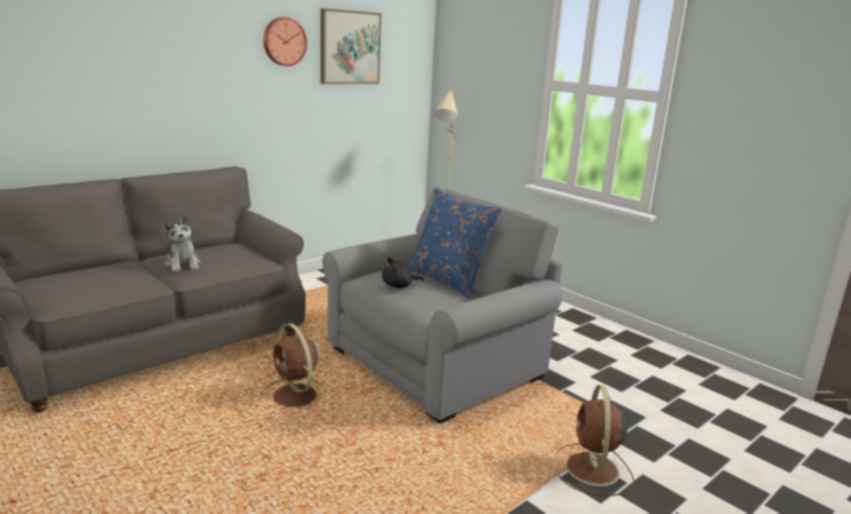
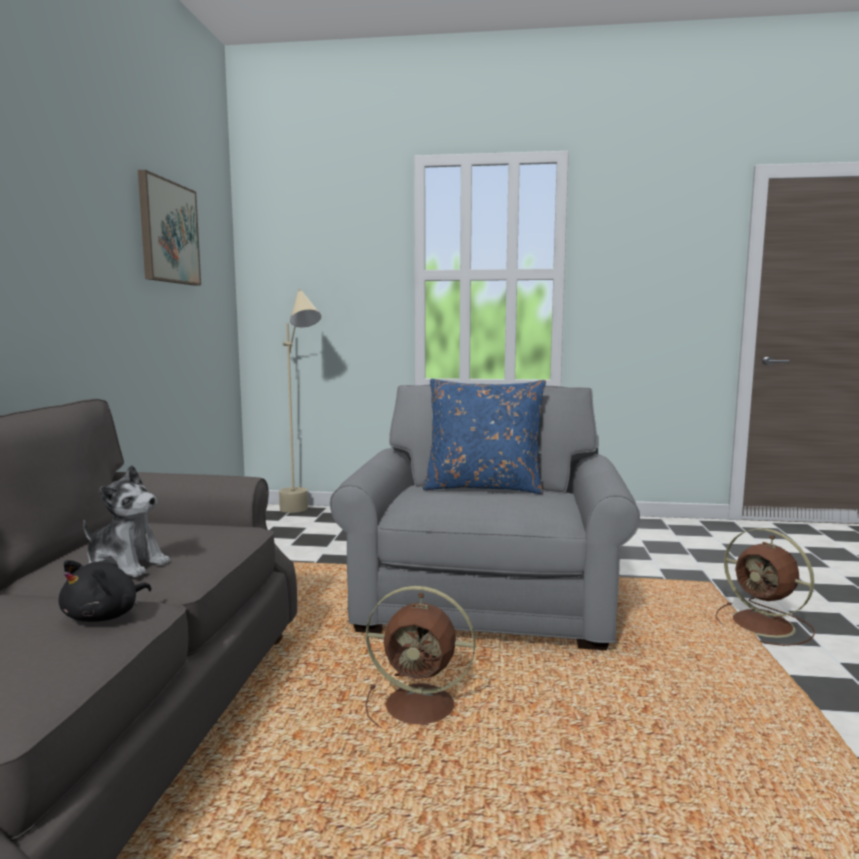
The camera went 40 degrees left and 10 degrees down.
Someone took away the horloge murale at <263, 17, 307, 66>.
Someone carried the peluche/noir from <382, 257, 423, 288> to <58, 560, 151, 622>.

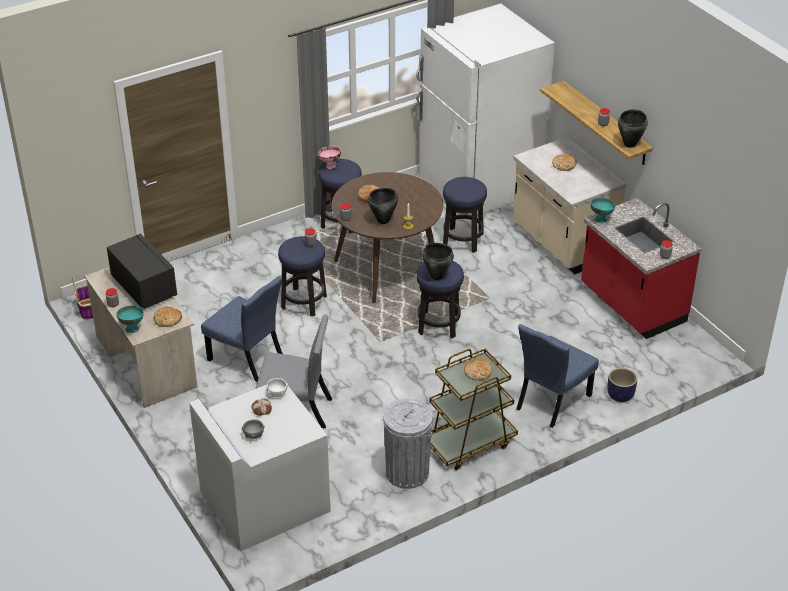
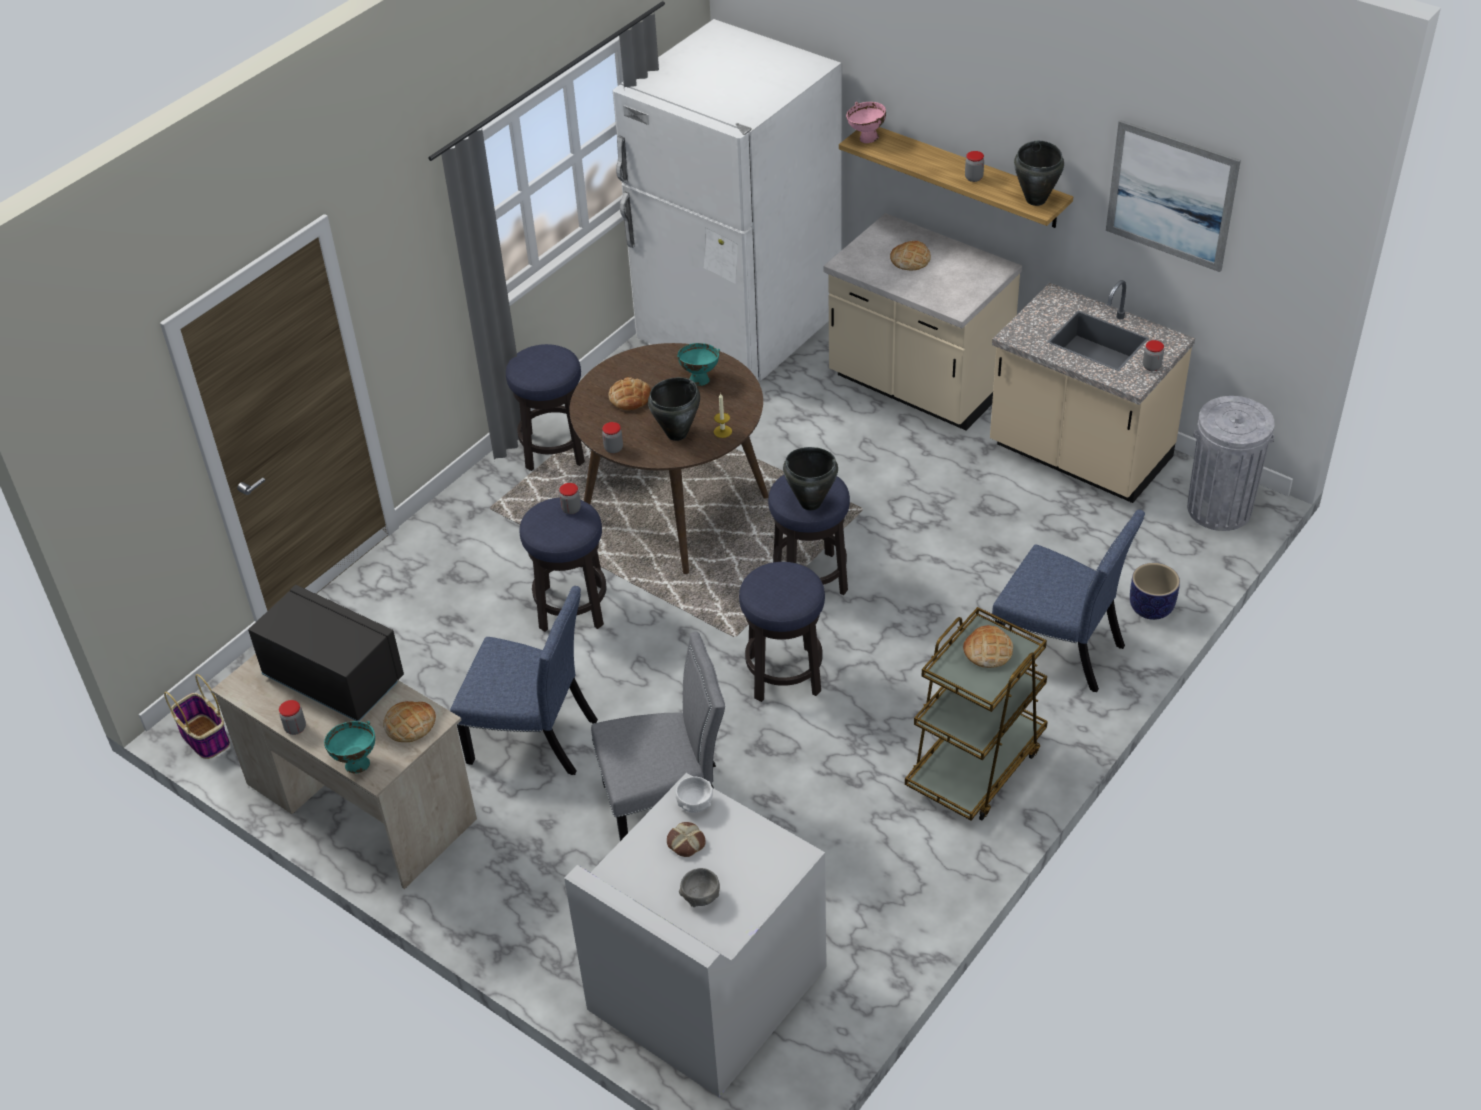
The camera went 20 degrees left and 5 degrees up.
Someone carried the bol/rose from <318, 144, 341, 169> to <846, 102, 886, 143>.
Someone carried the tabouret from <443, 177, 487, 253> to <739, 562, 825, 702>.
Someone repainted the comptoir de cuisine/rouge at <581, 198, 701, 339>, which became the comptoir de cuisine/beige at <990, 280, 1195, 503>.
Someone carried the bol/turquoise from <590, 198, 616, 223> to <677, 343, 720, 386>.
Someone rotated the chaise/bleu at <516, 324, 599, 428> by 75 degrees counterclockwise.
Someone carried the poubelle/gris from <383, 399, 433, 489> to <1187, 396, 1275, 531>.
Someone put up the tableau at <1106, 120, 1241, 272>.

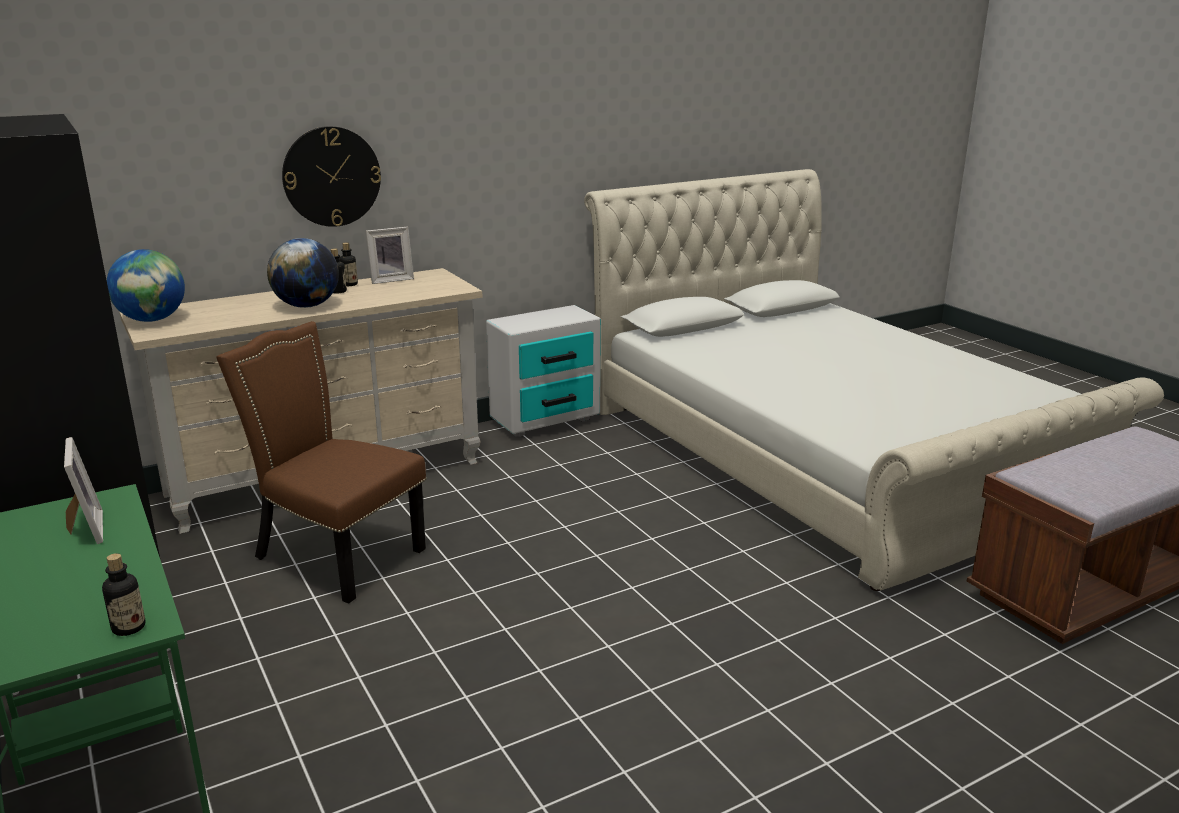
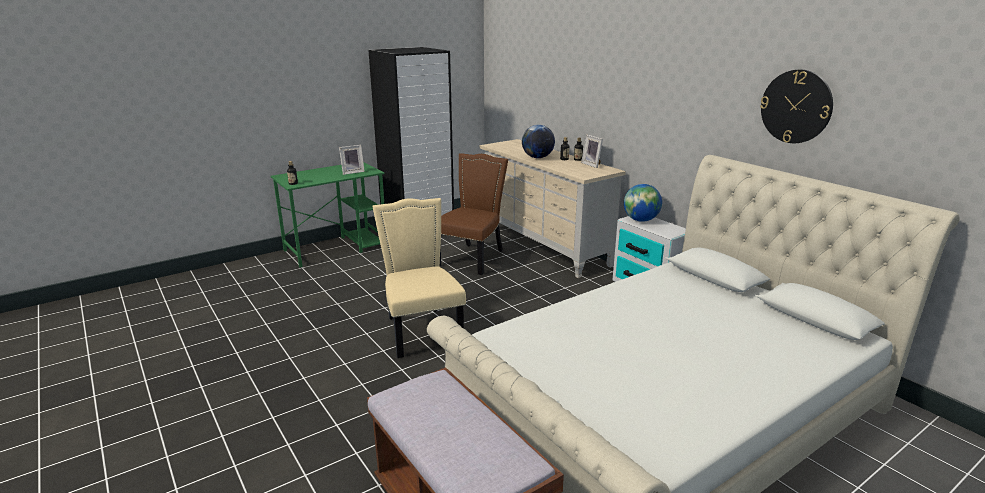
The camera went 85 degrees right and 0 degrees up.
Someone carried the horloge murale from <282, 126, 381, 227> to <760, 69, 833, 143>.
Someone carried the globe from <107, 249, 185, 322> to <624, 184, 662, 222>.
Someone put down the chaise/beige at <372, 198, 466, 358>.

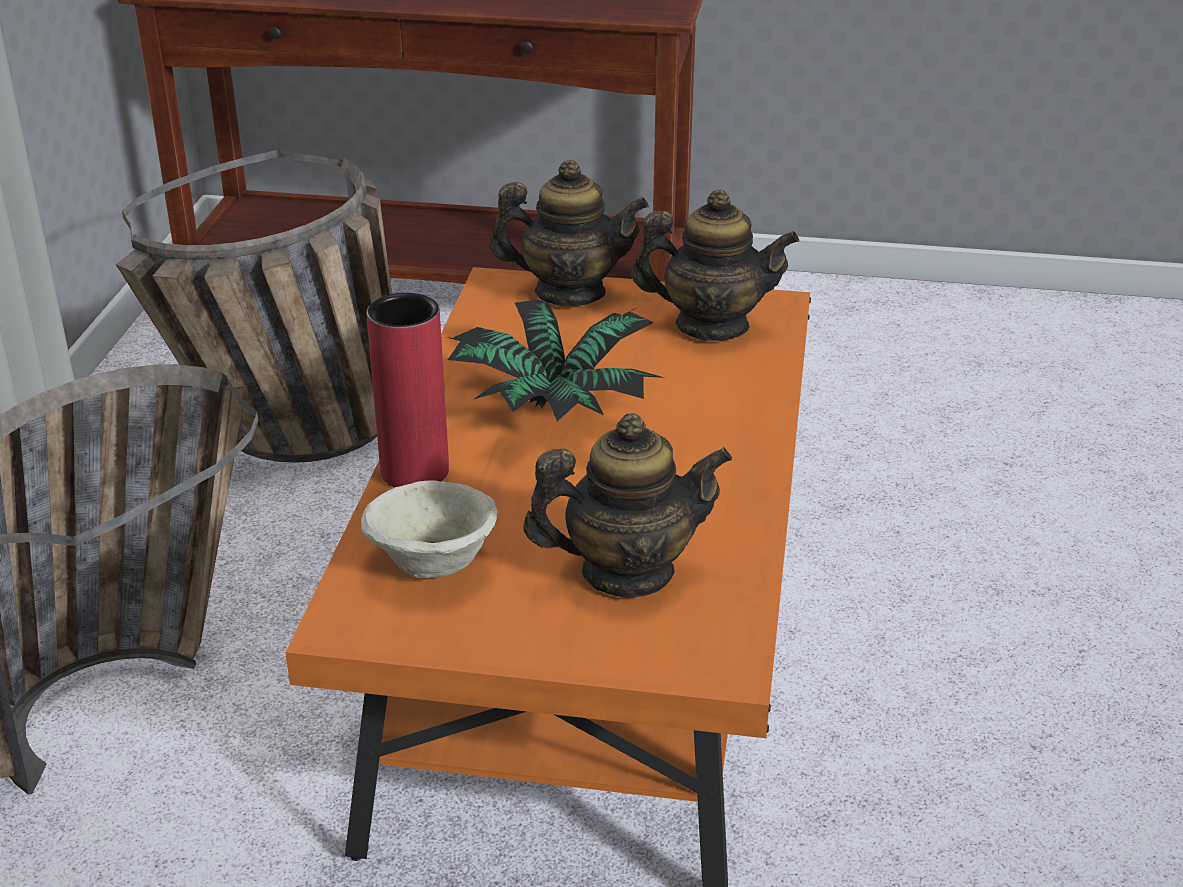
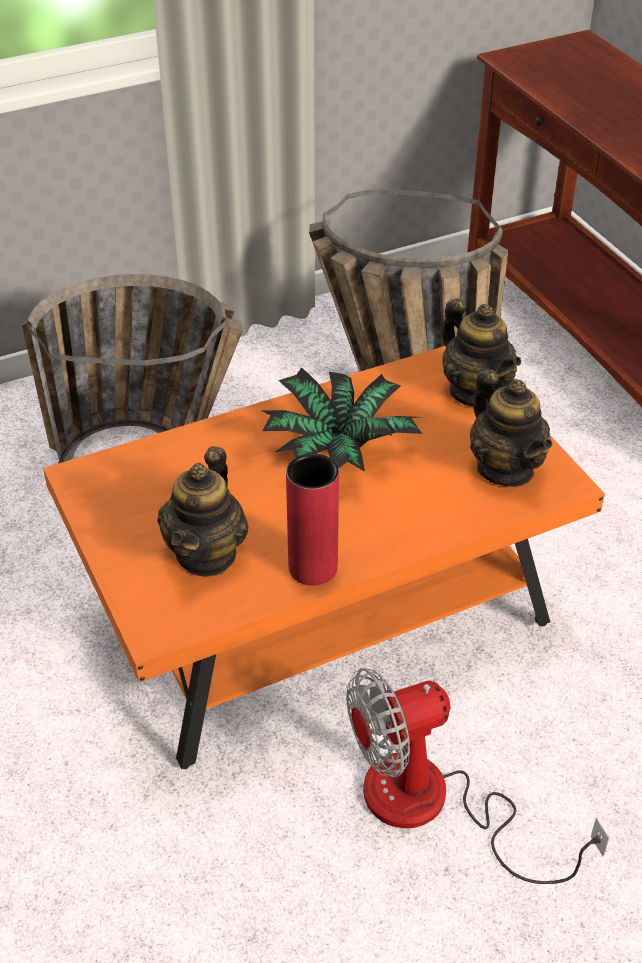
The camera went 55 degrees right and 10 degrees up.
Someone carried the vase/rouge from <366, 293, 449, 487> to <286, 453, 339, 586>.
Someone rotated the théière at <523, 413, 732, 598> by 60 degrees clockwise.
Someone took away the bol/beige at <361, 480, 498, 578>.
Someone put down the ventilateur at <346, 668, 609, 884>.

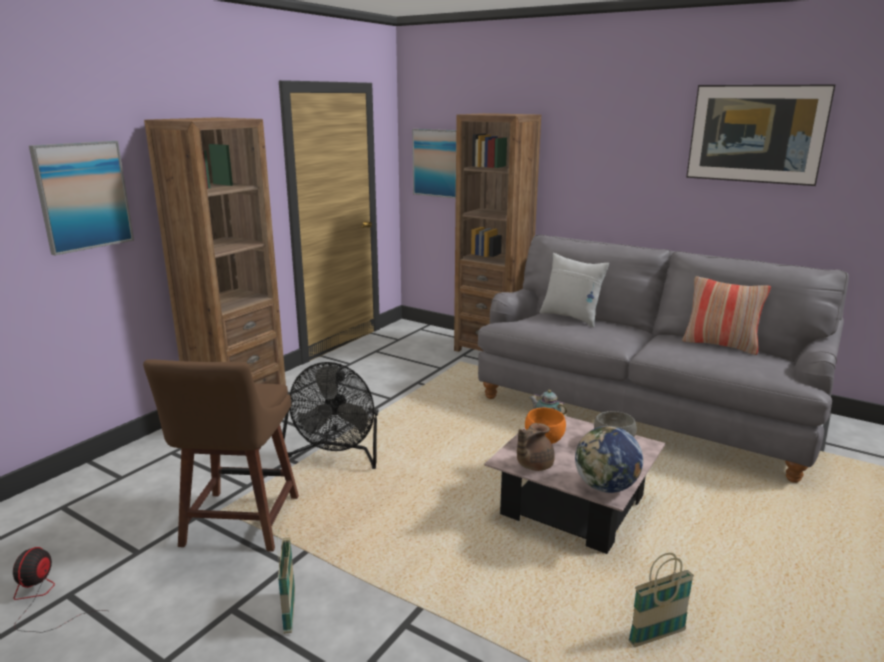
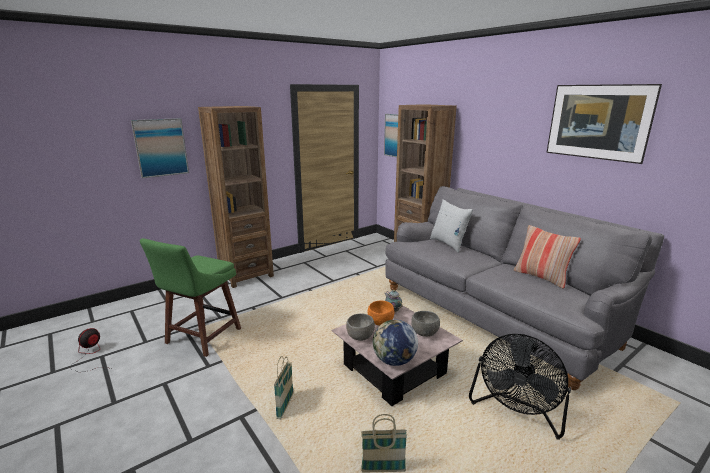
The camera went 20 degrees right and 0 degrees up.
Someone repainted the tabouret/marron at <143, 359, 299, 552>, which became the tabouret/vert at <140, 238, 241, 357>.
Someone carried the ventilateur/noir from <282, 362, 378, 469> to <469, 334, 571, 440>.
Someone swapped the théière/marron at <517, 423, 555, 471> for the bol/gris at <346, 313, 375, 341>.
Someone carried the panier from <278, 529, 295, 634> to <274, 356, 294, 419>.

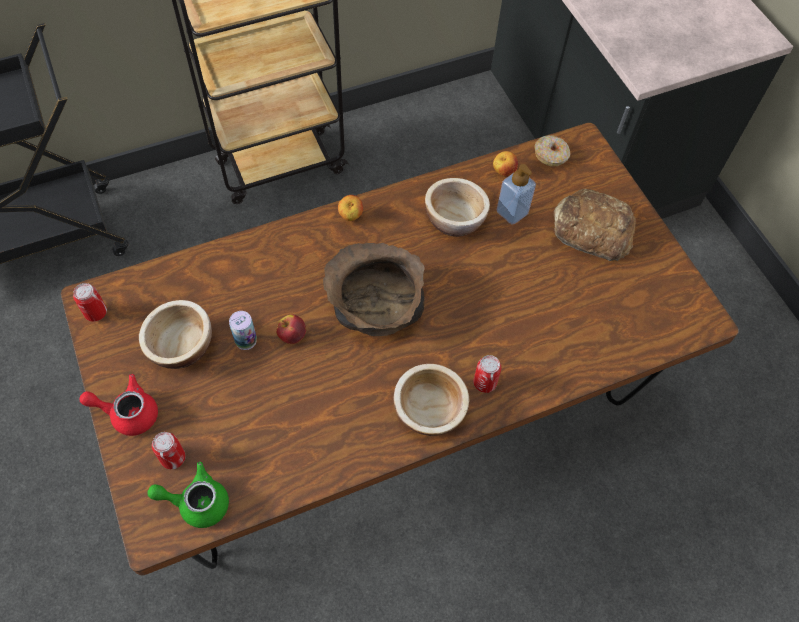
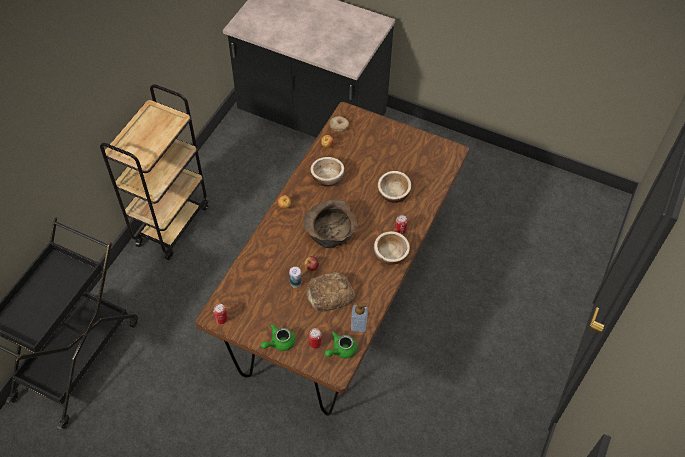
The camera went 40 degrees left and 5 degrees down.
Someone carried the distributeur de savon from <497, 164, 536, 225> to <351, 303, 368, 332>.
Someone carried the pain from <554, 189, 636, 261> to <306, 272, 355, 312>.
Someone carried the bol from <139, 300, 212, 369> to <378, 171, 411, 203>.
Someone repainted the théière/rouge at <80, 374, 158, 436>, which became the théière/vert at <261, 324, 295, 351>.

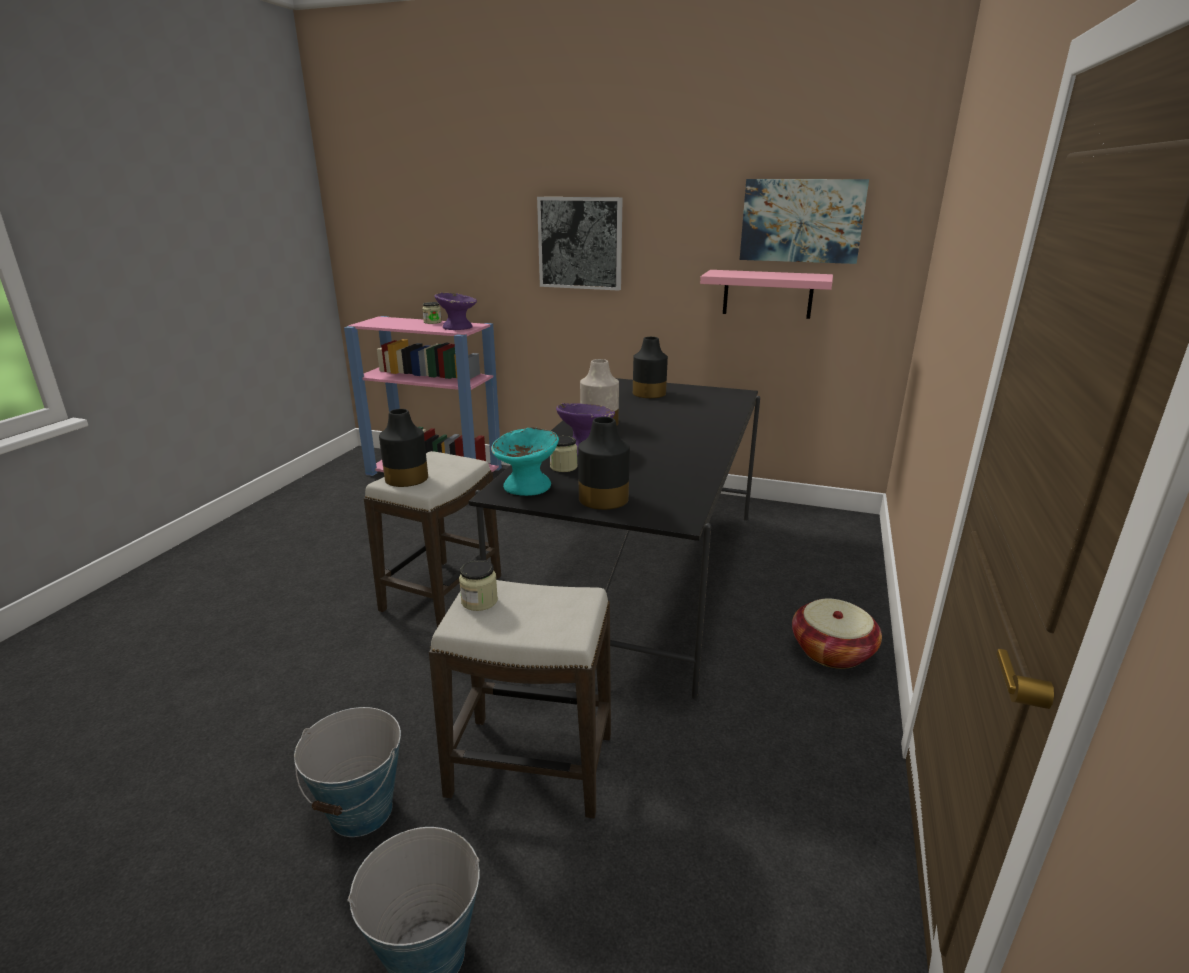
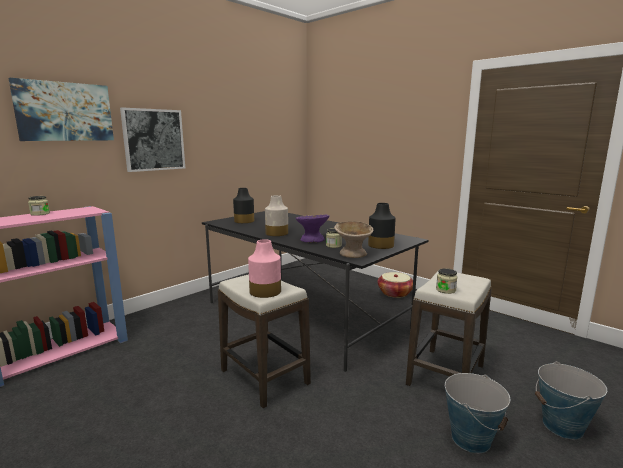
The camera went 65 degrees left and 10 degrees down.
Someone carried the tableau from <740, 179, 869, 264> to <9, 78, 114, 141>.
Someone took away the étagère/rose at <700, 270, 833, 319>.
Someone took away the bol/violet at <434, 293, 477, 330>.
Someone repainted the vase/noir at <379, 409, 428, 487>, which became the vase/rose at <248, 239, 281, 298>.
Someone repainted the bol/turquoise at <491, 427, 559, 496>, which became the bol/beige at <334, 221, 374, 258>.

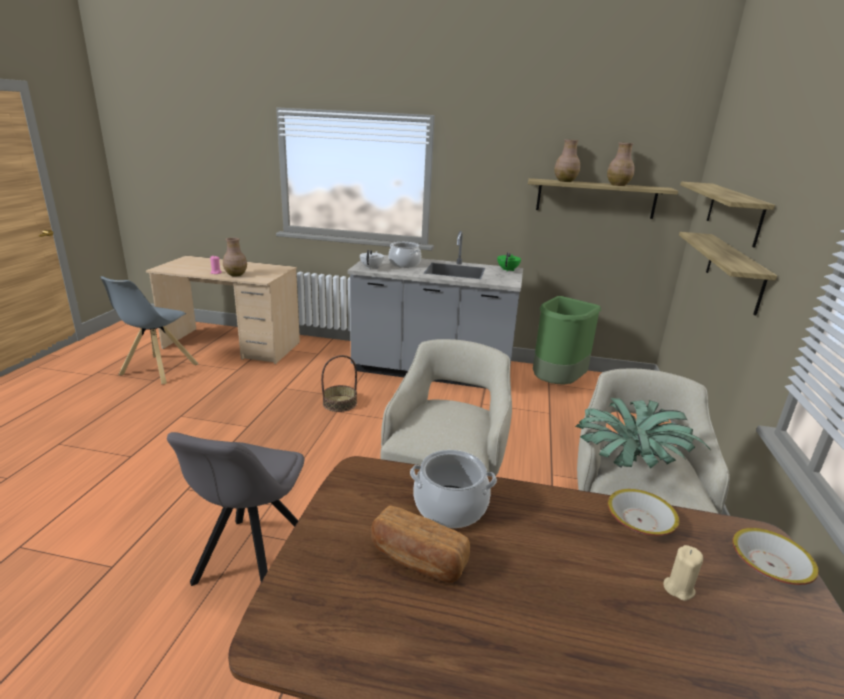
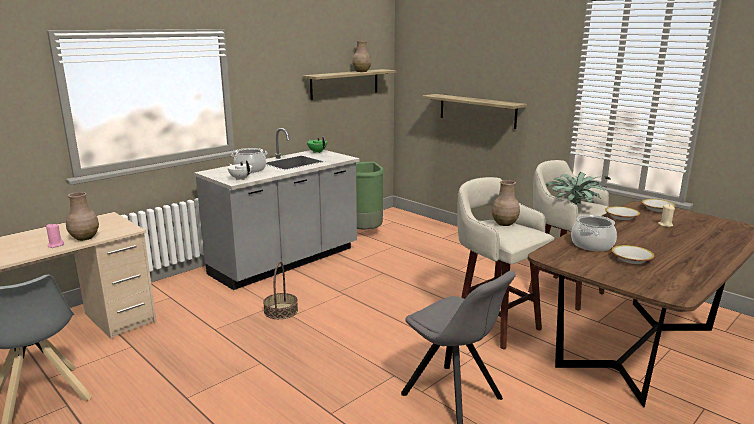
The camera went 55 degrees left and 5 degrees down.
Someone carried the vase/marron from <554, 139, 580, 182> to <491, 180, 520, 226>.
Someone took away the étagère at <680, 182, 775, 247>.
Someone swapped the pain at <371, 506, 470, 583> for the bol at <611, 245, 654, 264>.

